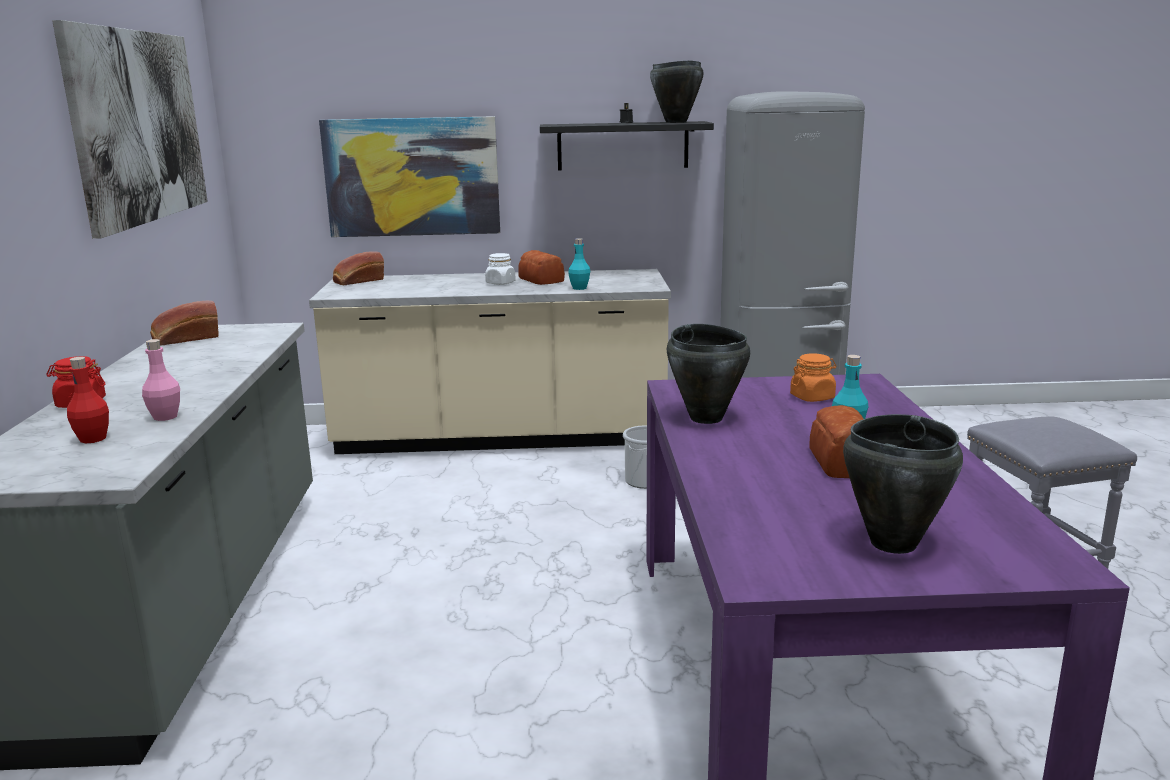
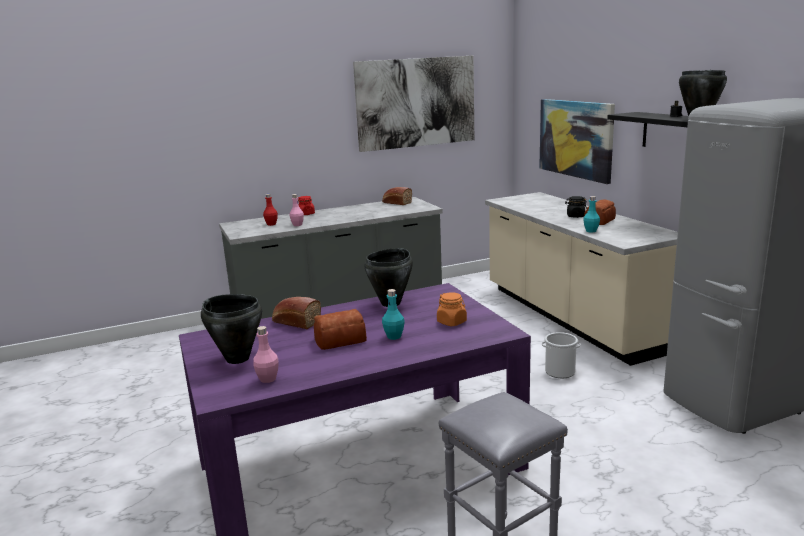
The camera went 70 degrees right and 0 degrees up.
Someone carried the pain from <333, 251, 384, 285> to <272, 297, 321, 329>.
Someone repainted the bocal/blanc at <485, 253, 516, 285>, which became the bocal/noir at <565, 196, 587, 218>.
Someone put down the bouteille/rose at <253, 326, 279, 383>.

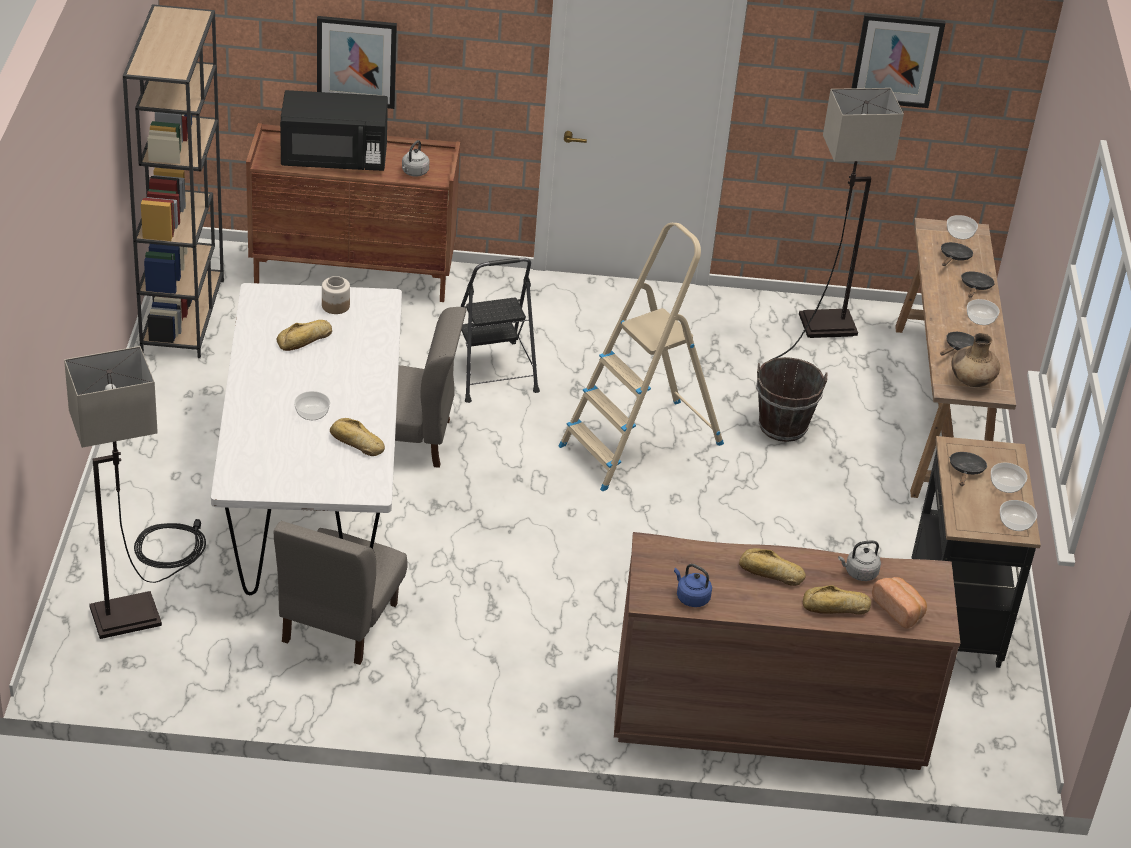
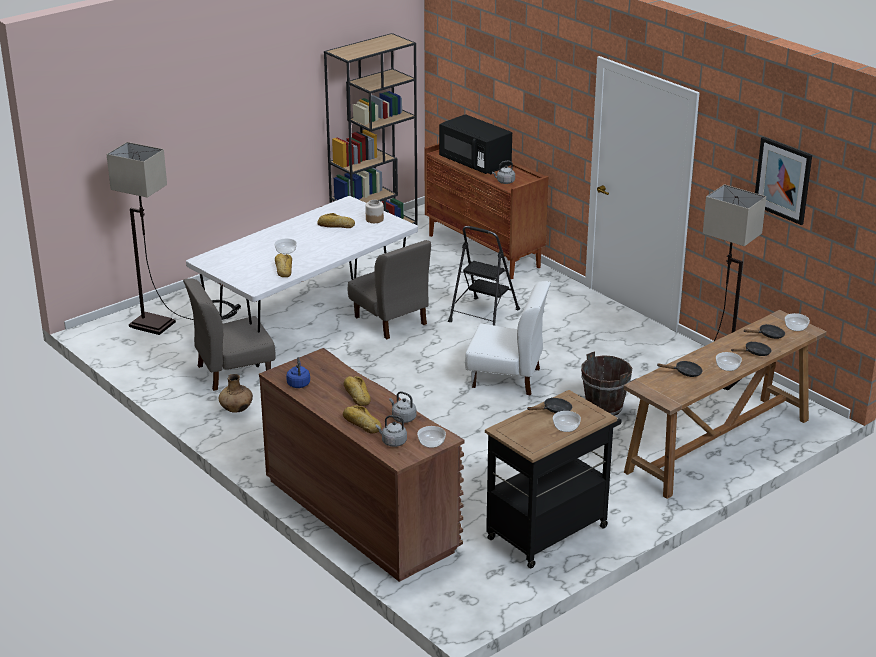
The camera went 50 degrees right and 10 degrees down.
Someone took away the tableau at <317, 16, 397, 109>.
Someone swapped the escabeau/beige at <559, 223, 724, 491> for the chaise/blanc at <465, 281, 551, 395>.
Someone carried the vase/marron from <952, 333, 1000, 387> to <219, 374, 253, 413>.
Someone carried the bol from <1000, 500, 1037, 531> to <417, 426, 446, 448>.
Someone swapped the pain at <872, 577, 927, 629> for the bouilloire/gris at <376, 415, 407, 447>.

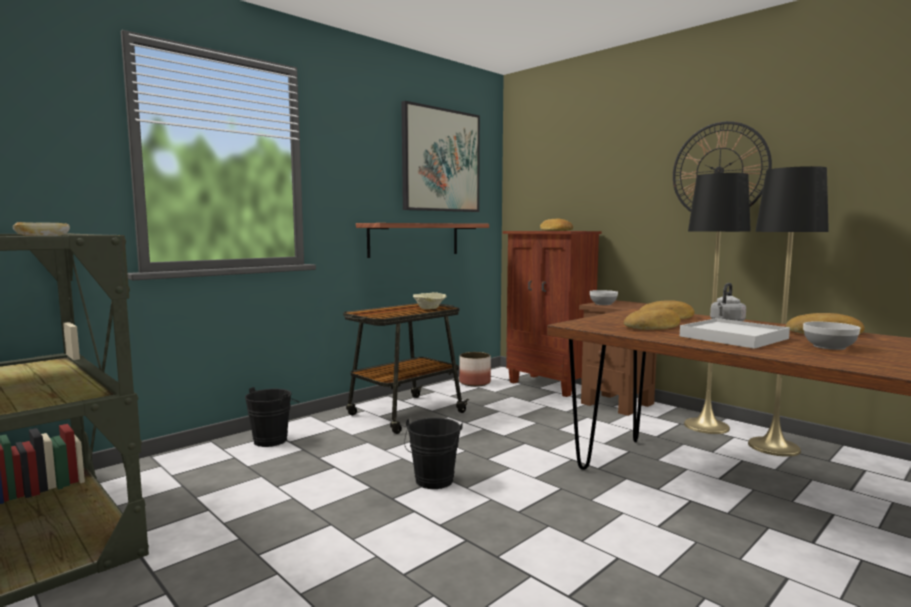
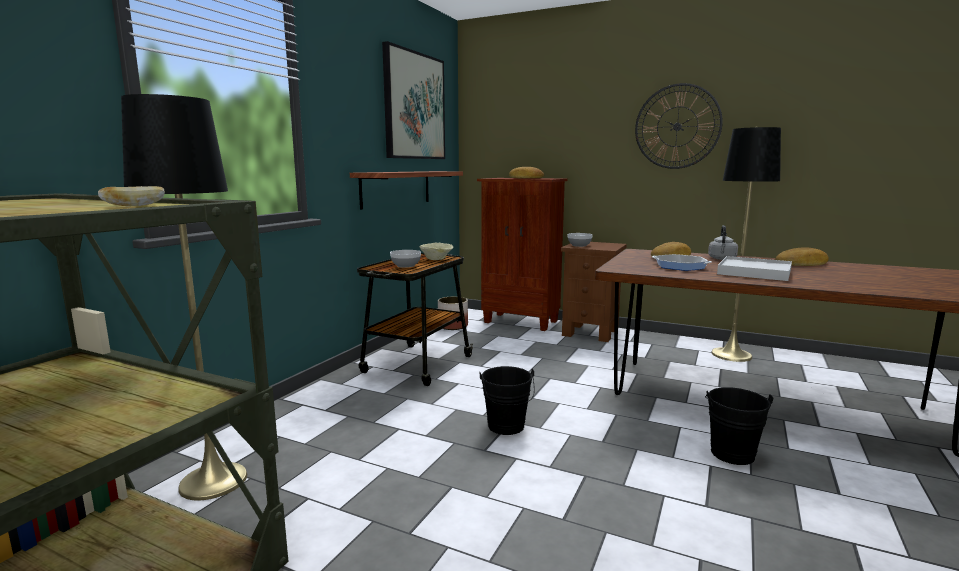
The camera went 20 degrees left and 5 degrees up.
Someone carried the lampadaire/noir from <684, 173, 751, 434> to <121, 94, 247, 500>.
Someone swapped the pain at <624, 307, 681, 330> for the poêle at <652, 254, 711, 271>.
Someone carried the bol from <803, 321, 860, 350> to <390, 250, 421, 268>.
Someone carried the seau/noir from <245, 387, 299, 447> to <705, 387, 773, 465>.

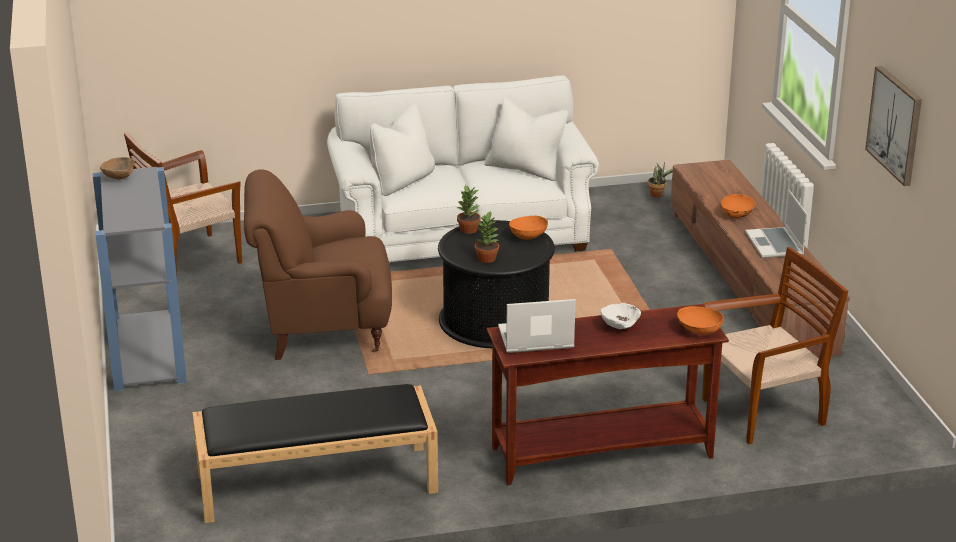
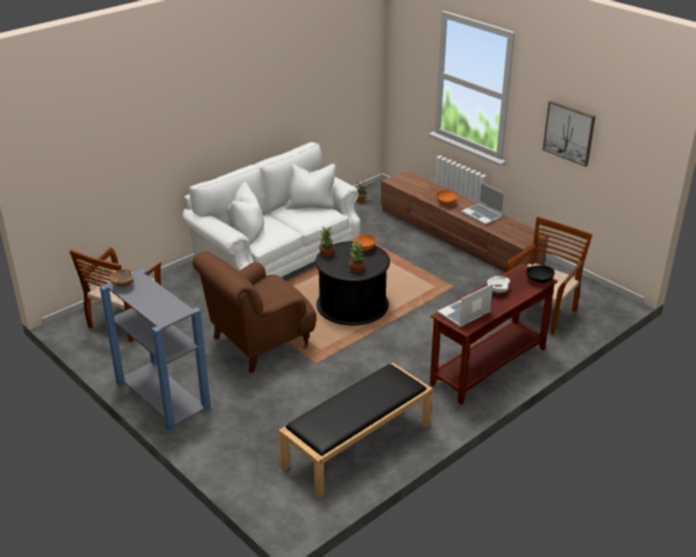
The camera went 30 degrees left and 5 degrees up.
Someone repainted the bol/orange at <677, 306, 724, 335>, which became the bol/noir at <526, 266, 555, 283>.

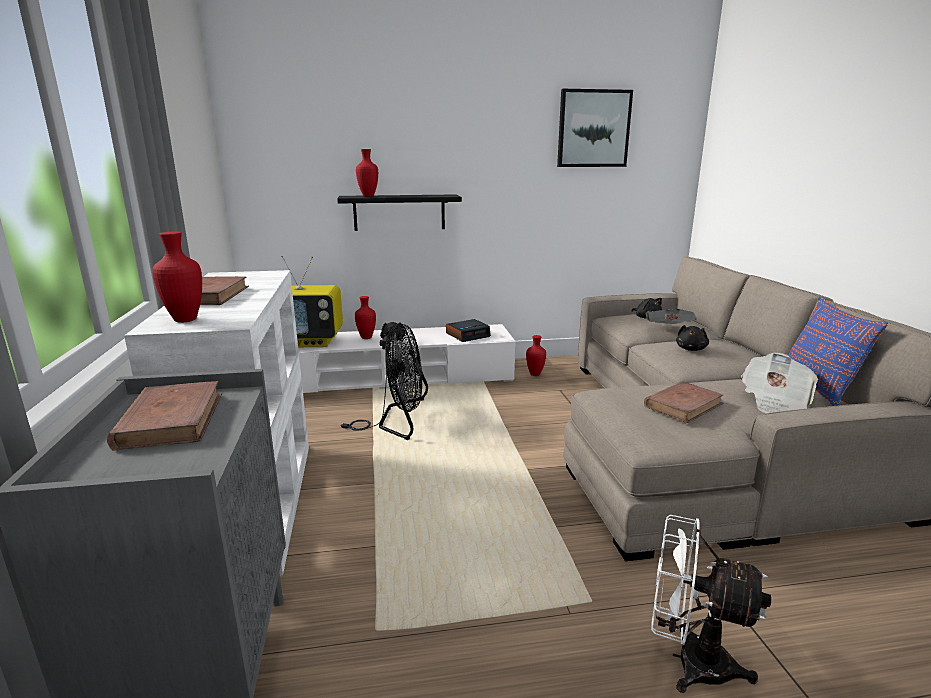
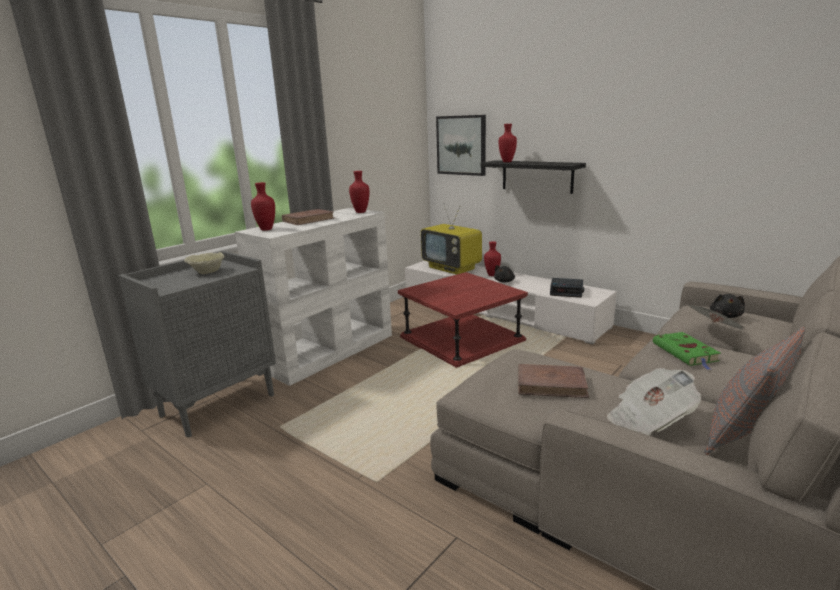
The camera went 50 degrees right and 0 degrees up.
Someone carried the tableau from <557, 89, 633, 167> to <436, 115, 486, 176>.
Someone repainted the coussin/bleu at <788, 297, 888, 406>, which became the coussin/gris at <704, 327, 805, 455>.
Someone swapped the ventilateur/noir at <340, 323, 428, 440> for the table d'appoint/rouge at <398, 272, 528, 368>.
Someone swapped the peluche/noir at <676, 325, 709, 351> for the livre/vert at <653, 332, 721, 370>.
Someone carried the vase/rouge from <526, 335, 546, 376> to <349, 171, 369, 213>.
Someone swapped the livre/marron at <107, 381, 222, 451> for the bol/beige at <184, 252, 224, 274>.
Someone took away the ventilateur/blanc at <651, 515, 771, 693>.

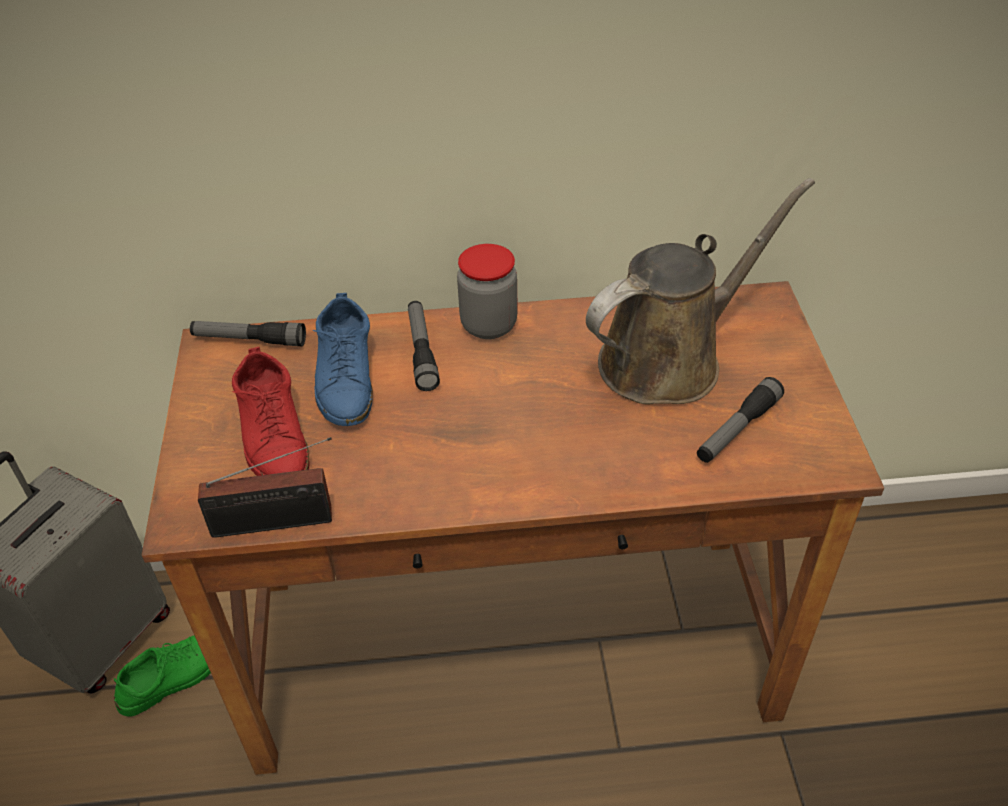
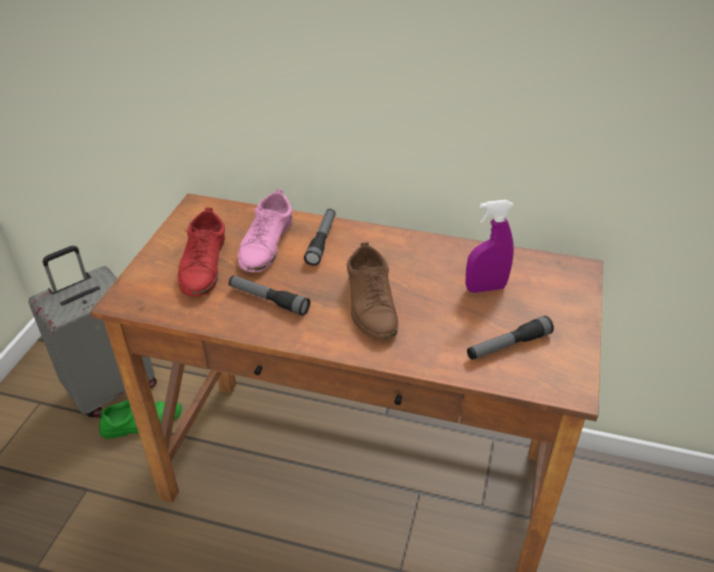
The camera went 20 degrees right and 5 degrees down.
Someone swapped the arrosoir/marron at <586, 178, 815, 405> for the vaporisateur/violet at <465, 200, 514, 293>.
Someone took away the bocal at <457, 244, 518, 339>.
Someone repainted the chaussure/bleu at <313, 293, 373, 426>, which became the chaussure/rose at <238, 189, 293, 273>.
Someone carried the lampe de poche from <190, 321, 306, 346> to <229, 275, 310, 316>.
Someone took away the radio at <198, 437, 332, 538>.
Someone put down the chaussure/marron at <347, 242, 398, 339>.

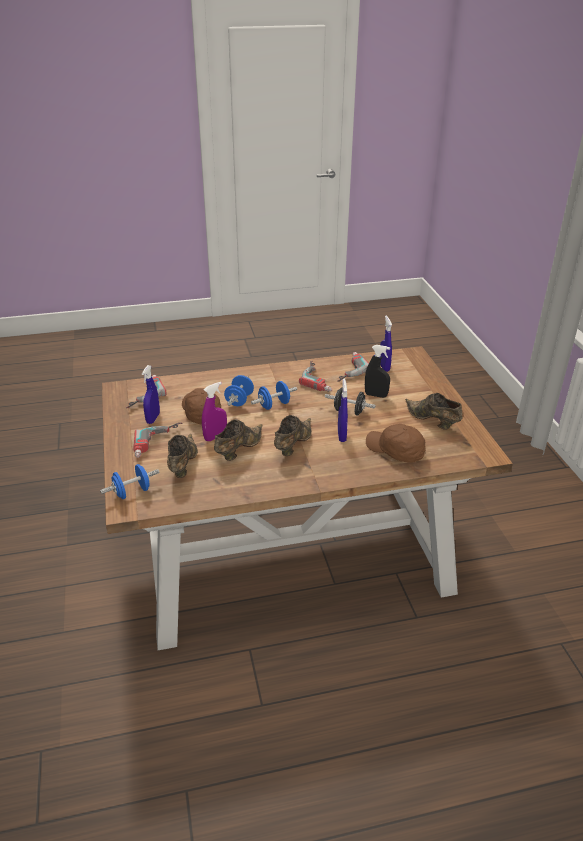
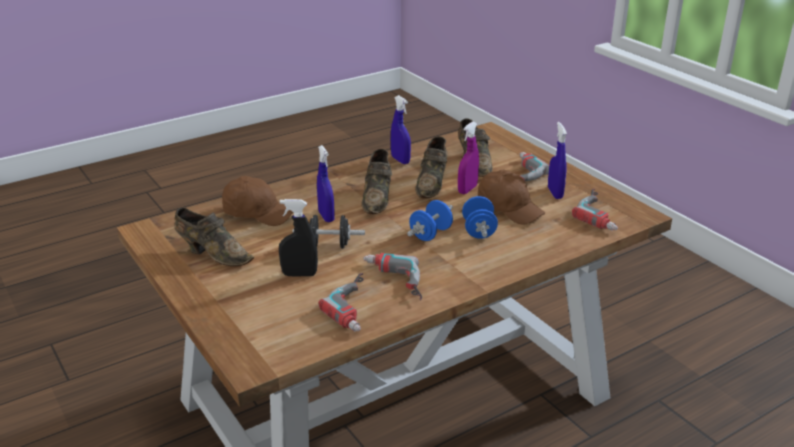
The camera went 160 degrees right and 5 degrees down.
Someone carried the vaporisateur/bleu from <380, 315, 392, 372> to <391, 95, 411, 164>.
Someone took away the haltère/bleu at <100, 464, 160, 499>.

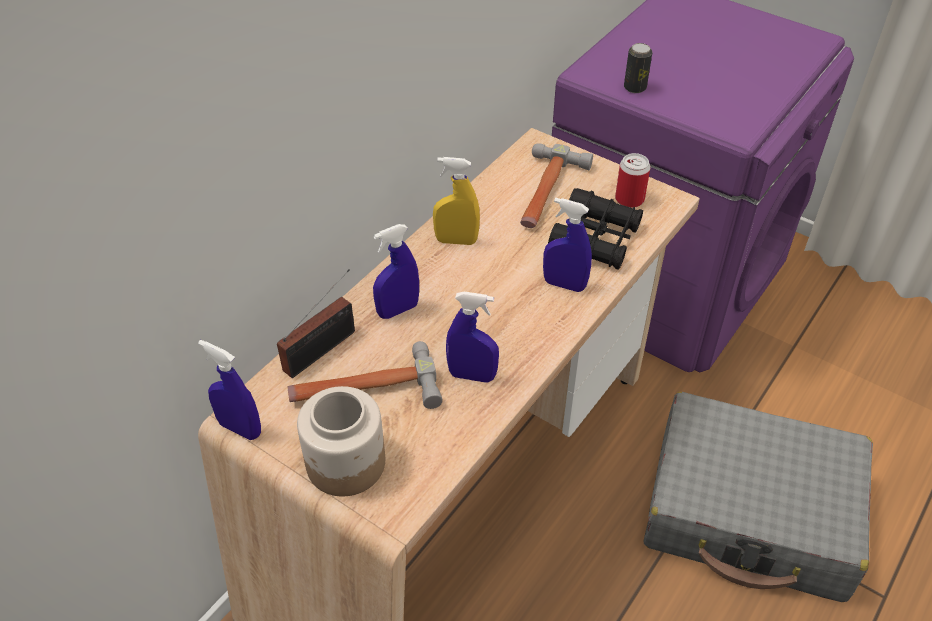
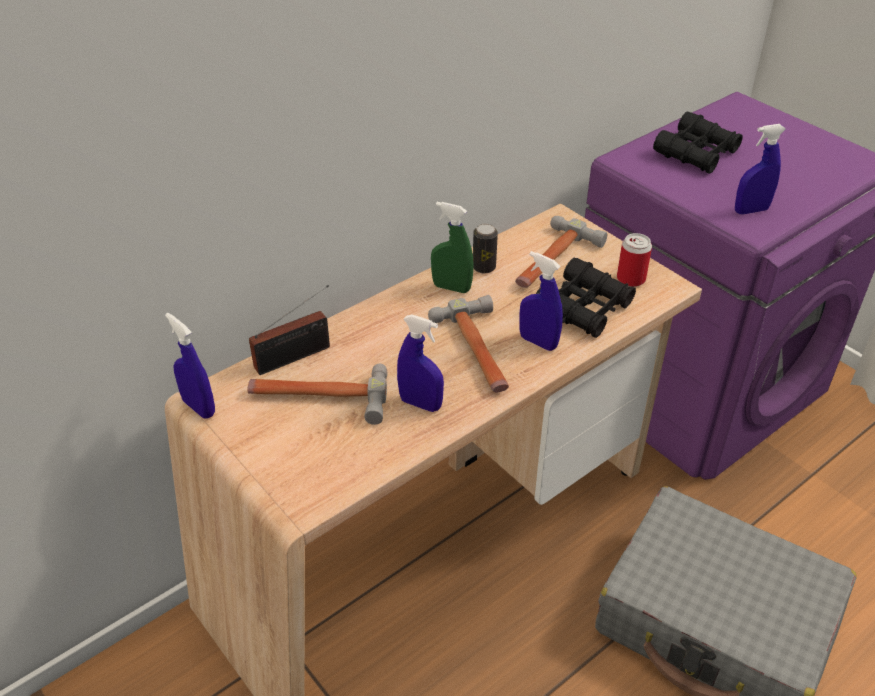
The camera went 15 degrees right and 5 degrees down.
Someone carried the boîte métallique from <624, 43, 652, 93> to <473, 224, 498, 274>.
Someone repainted the vaporisateur/jaune at <433, 157, 480, 245>, which became the vaporisateur/vert at <431, 202, 474, 293>.
Someone carried the vaporisateur/bleu from <373, 224, 419, 319> to <735, 124, 786, 215>.
Someone took away the bocal at <297, 386, 385, 496>.
Someone put down the jumelles/noir at <653, 112, 743, 174>.
Someone put down the marteau at <428, 295, 509, 392>.

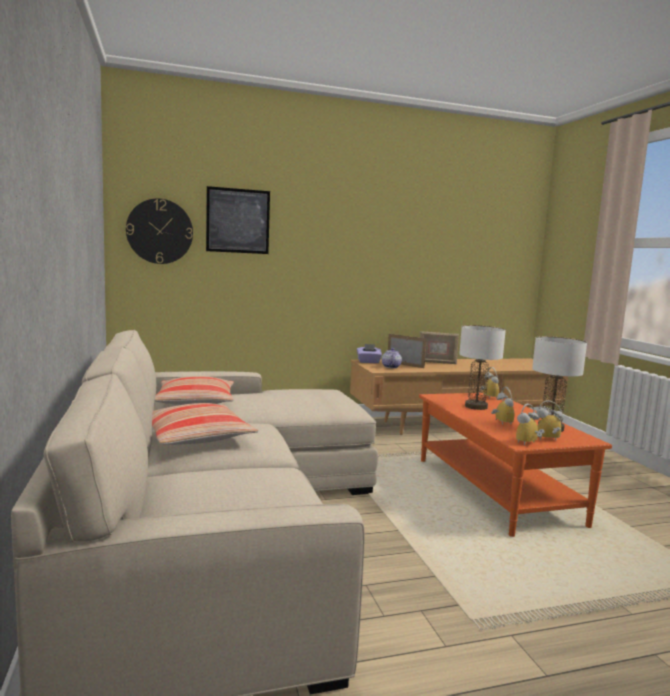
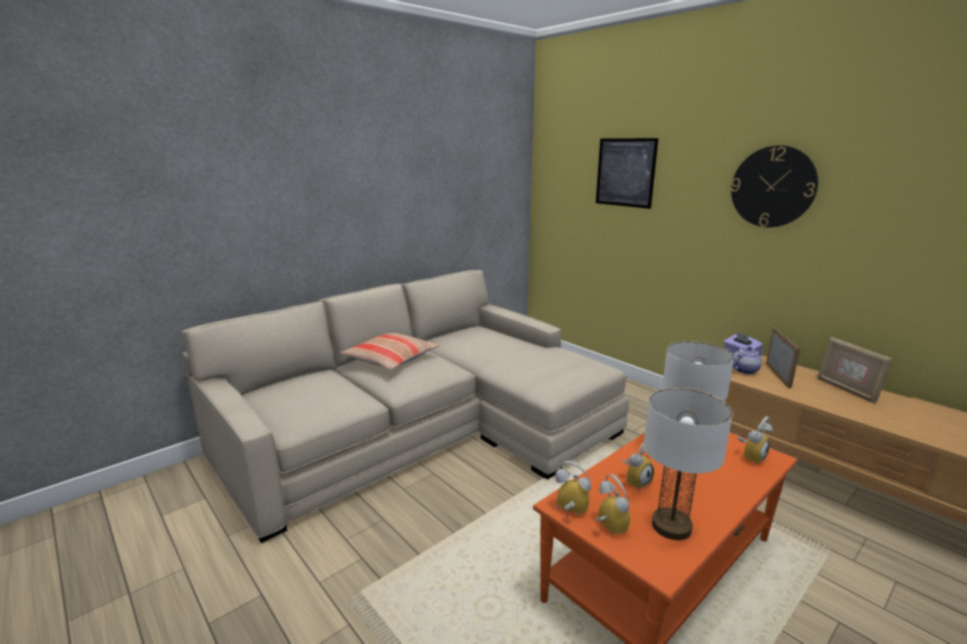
The camera went 65 degrees right and 10 degrees up.
Someone carried the horloge murale from <126, 198, 193, 264> to <731, 145, 818, 227>.
Someone took away the coussin at <155, 376, 234, 405>.

